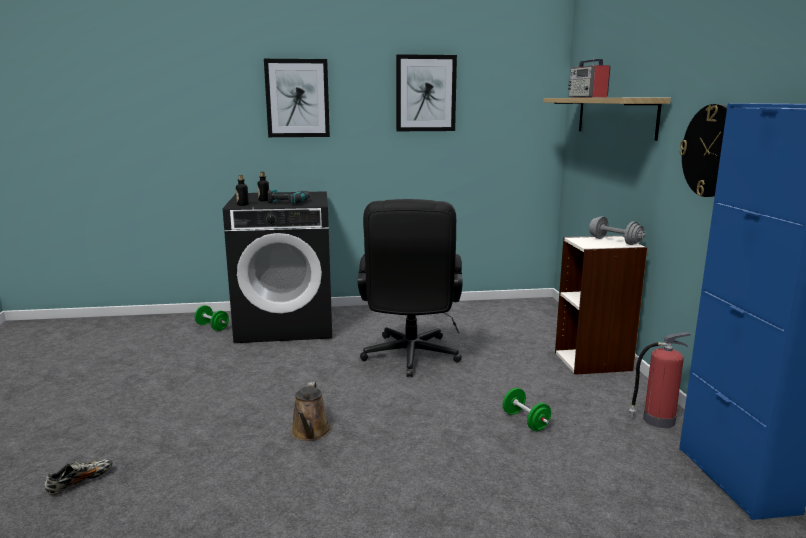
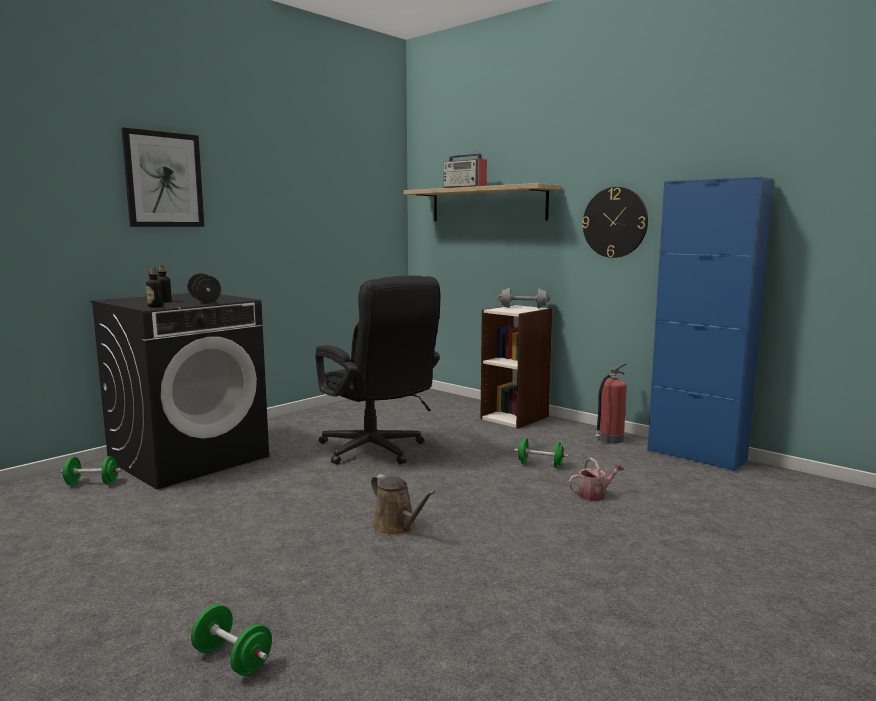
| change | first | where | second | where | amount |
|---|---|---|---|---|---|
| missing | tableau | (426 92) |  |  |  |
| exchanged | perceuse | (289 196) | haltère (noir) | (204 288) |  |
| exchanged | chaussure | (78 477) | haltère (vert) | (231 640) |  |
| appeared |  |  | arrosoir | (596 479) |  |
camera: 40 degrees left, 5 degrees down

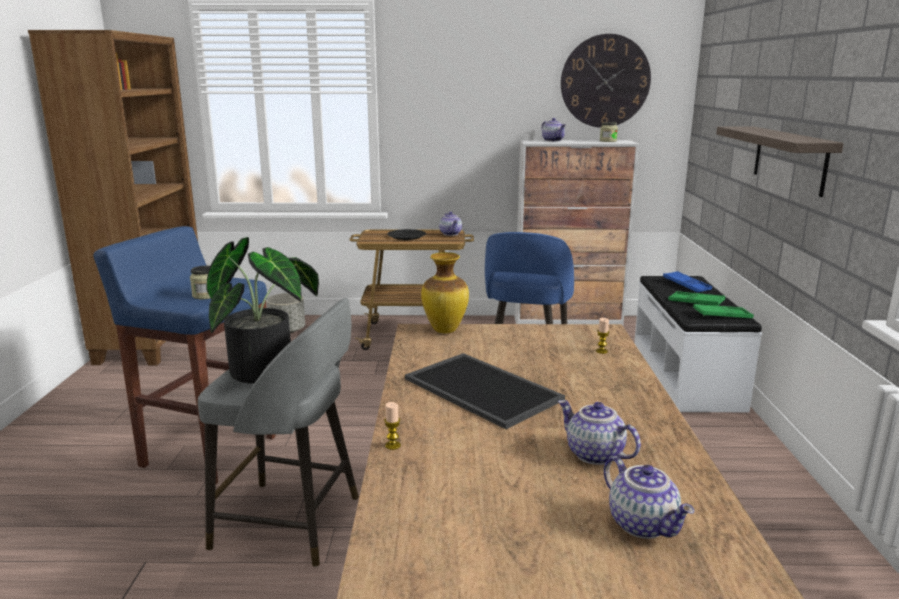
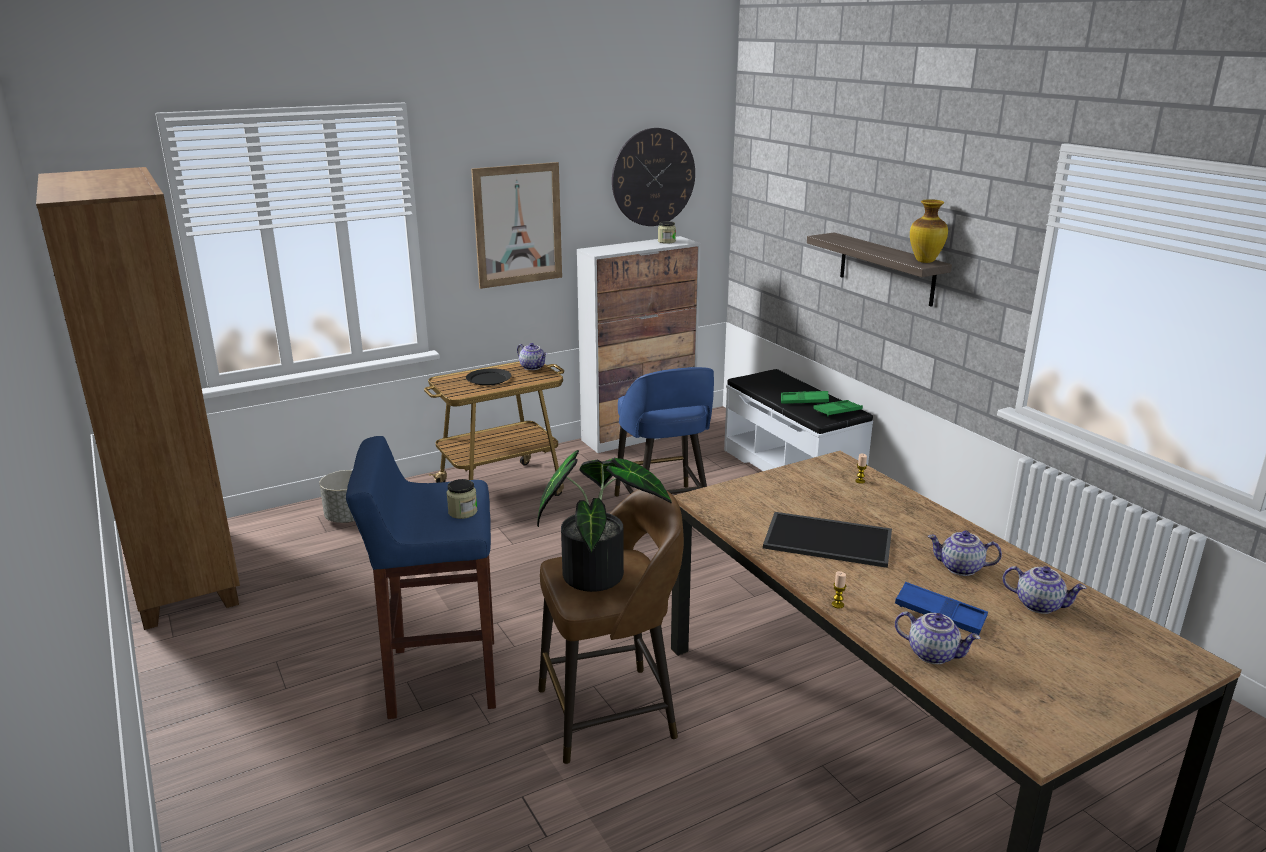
| change | first | where | second | where | amount |
|---|---|---|---|---|---|
| relocated | théière | (553 130) |  | (937 638) |  |
| relocated | vase | (445 292) |  | (929 231) |  |
| relocated | plateau (bleu) | (687 281) |  | (941 608) |  |
| colour | tabouret (gris) | (278 432) | tabouret (marron) | (611 626) |  |
| appeared |  |  | tableau | (516 225) |  |
camera: 30 degrees left, 5 degrees up

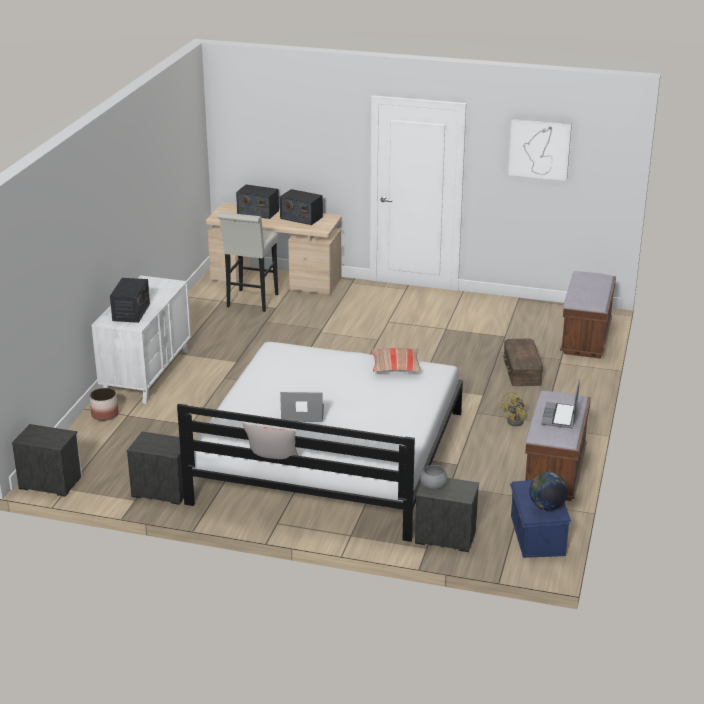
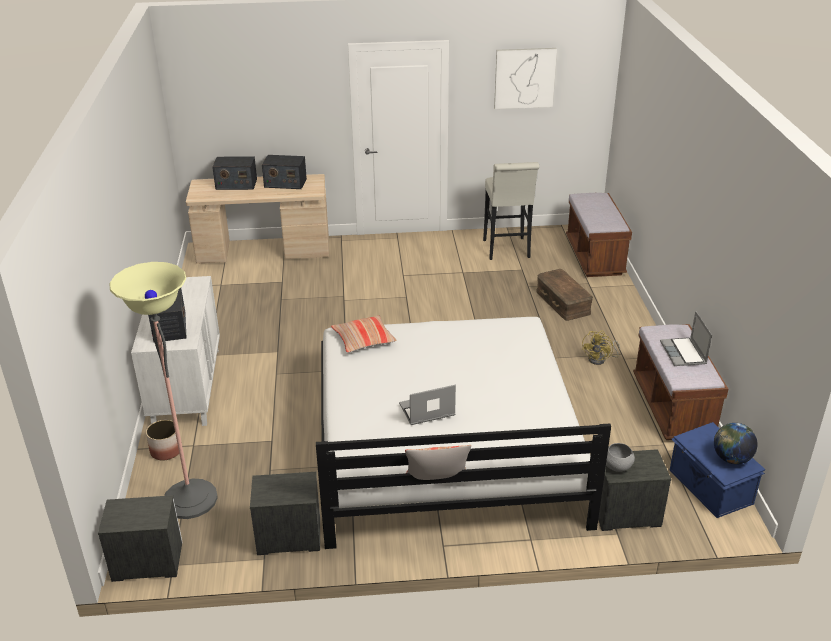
| change | first | where | second | where | amount |
|---|---|---|---|---|---|
| relocated | tabouret (blanc) | (248 262) |  | (511 211) |  |
| relocated | coussin | (396 360) |  | (364 334) |  |
| appeared |  |  | lampadaire | (163 390) |  |
camera: 20 degrees left, 5 degrees up

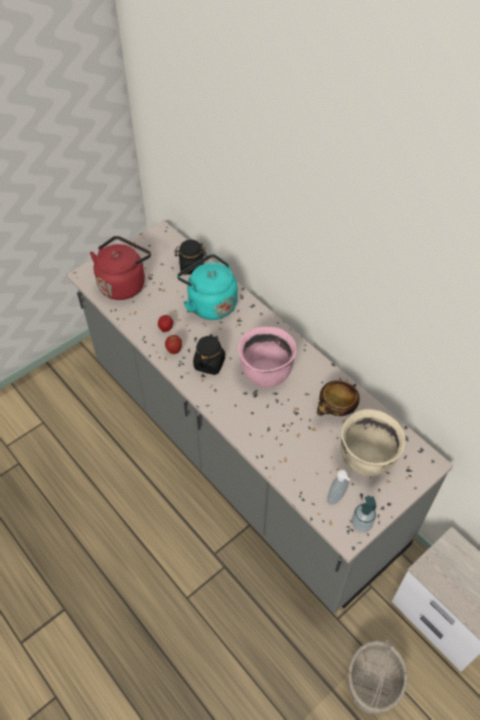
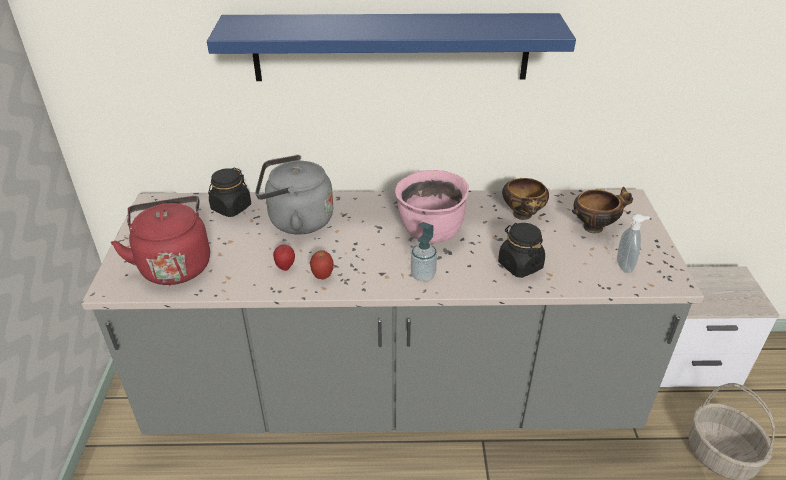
| change | first | where | second | where | amount |
|---|---|---|---|---|---|
| colour | bouilloire (turquoise) | (207 287) | bouilloire (gris) | (294 195) |  |
| relocated | bocal (noir) | (209 354) |  | (521 250) |  |
| exchanged | marmite (beige) | (373 443) | bol | (602 210) |  |
| relocated | distributeur de savon | (364 514) |  | (424 251) |  |
| appeared |  |  | étagère (bleu) | (391 47) |  |
camera: 50 degrees left, 15 degrees down

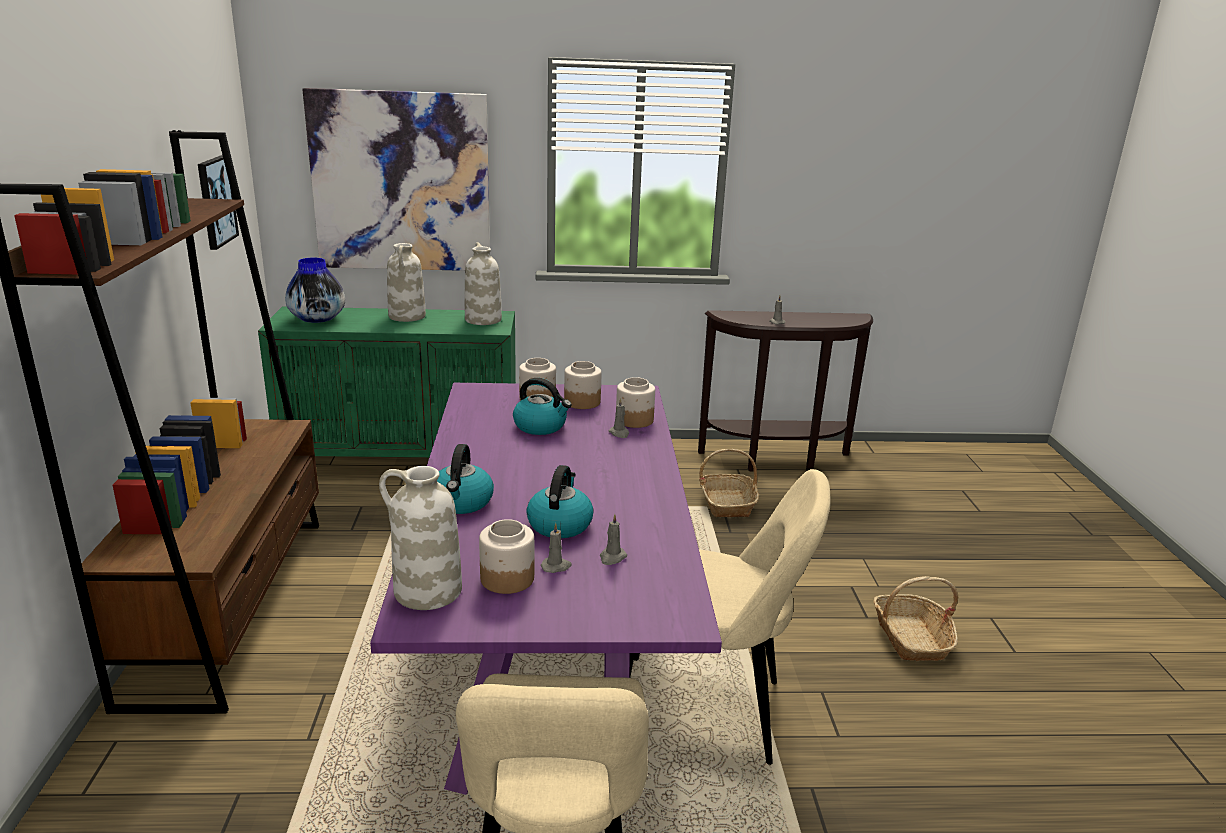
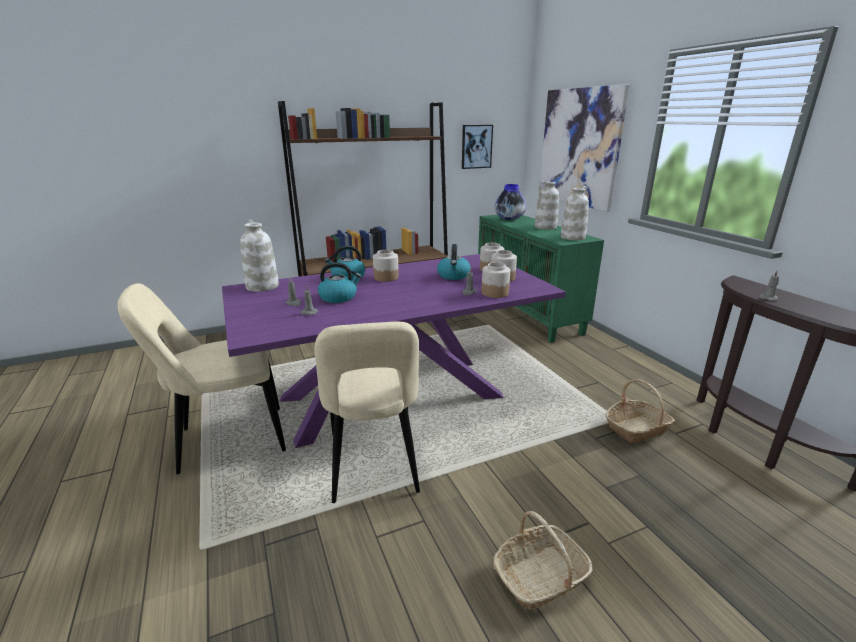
| change | first | where | second | where | amount |
|---|---|---|---|---|---|
| relocated | bocal | (506 556) |  | (386 266) |  |
camera: 70 degrees right, 0 degrees up

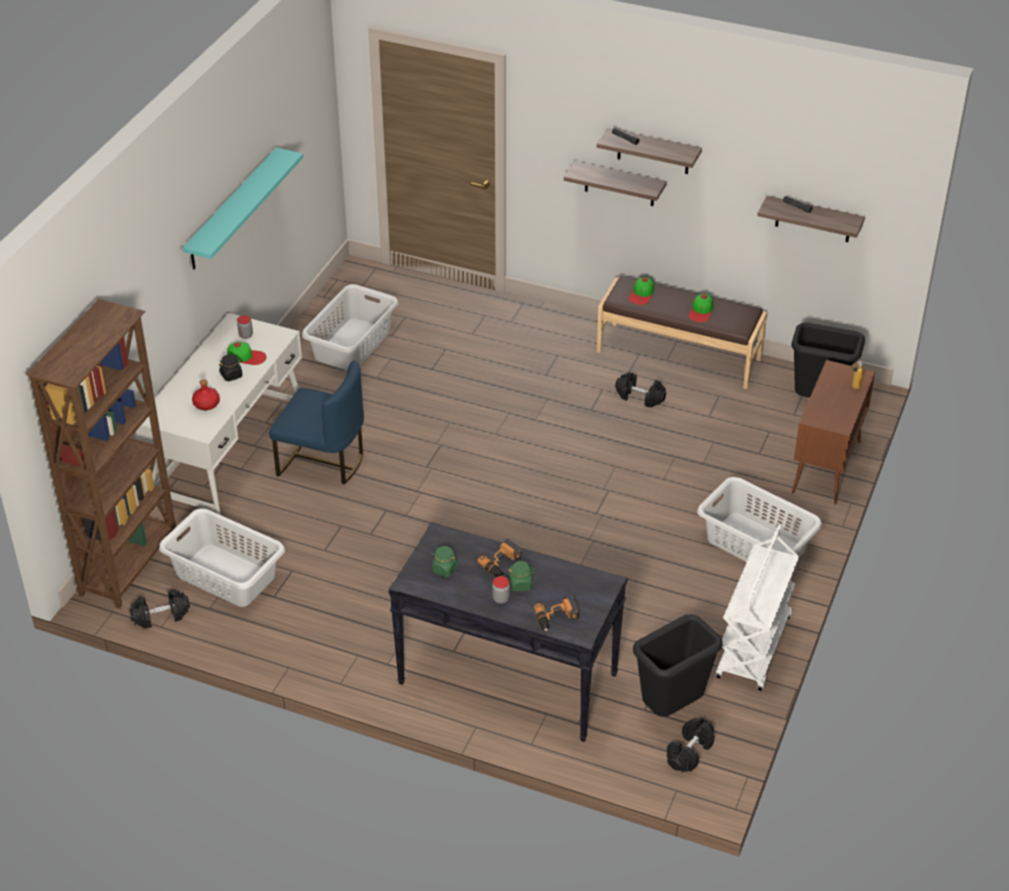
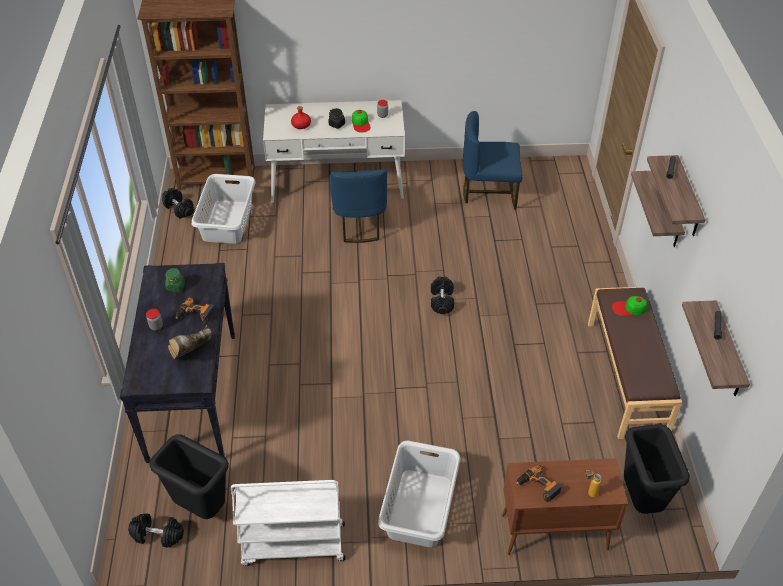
| change | first | where | second | where | amount |
|---|---|---|---|---|---|
| missing | étagère (turquoise) | (243 208) |  |  |  |
| exchanged | panier à linge (gris) | (350 327) | chaise (bleu) | (493 160) |  |
| missing | casquette | (701 308) |  |  |  |
| relocated | haltère (noir) | (640 389) |  | (442 295) |  |
| missing | bocal (vert) | (521 576) |  |  |  |
| relocated | perceuse | (556 613) |  | (539 483) |  |
| appeared |  |  | botte (marron) | (190 342) |  |
camera: 65 degrees right, 5 degrees up

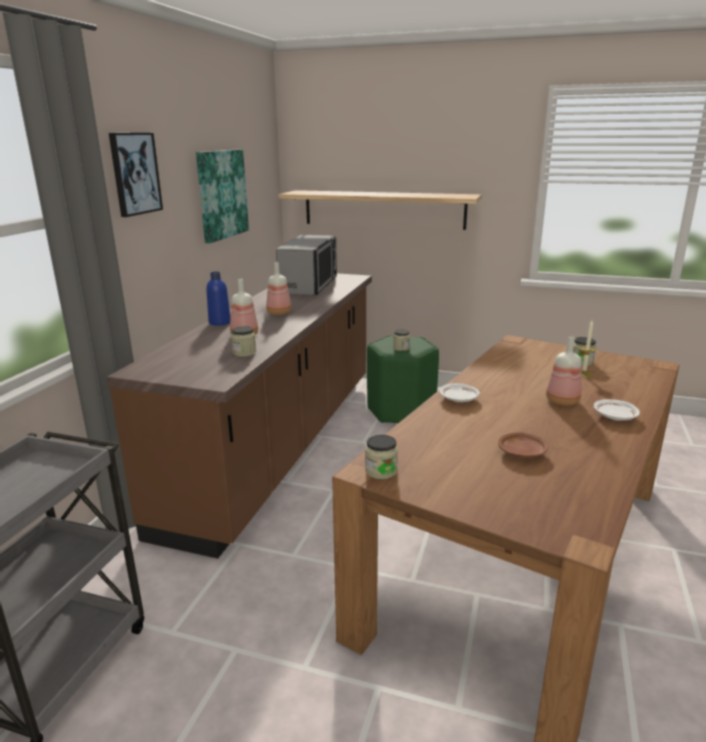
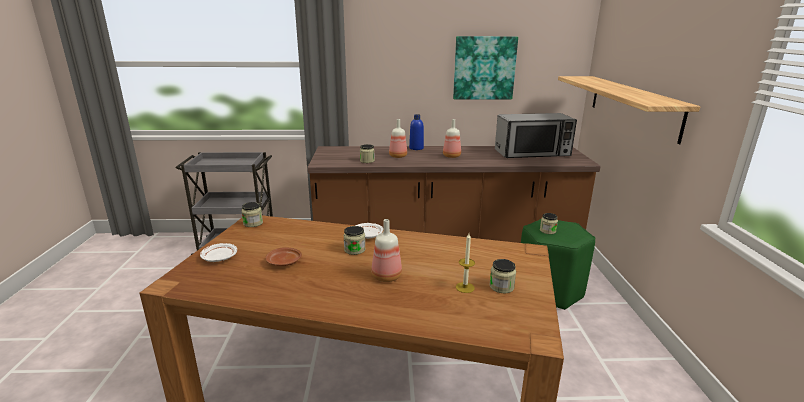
| change | first | where | second | where | amount |
|---|---|---|---|---|---|
| missing | tableau | (136 175) |  |  |  |
| relocated | assiette (blanc) | (617 410) |  | (218 252) |  |
| appeared |  |  | bocal | (354 240) |  |
camera: 70 degrees right, 0 degrees up

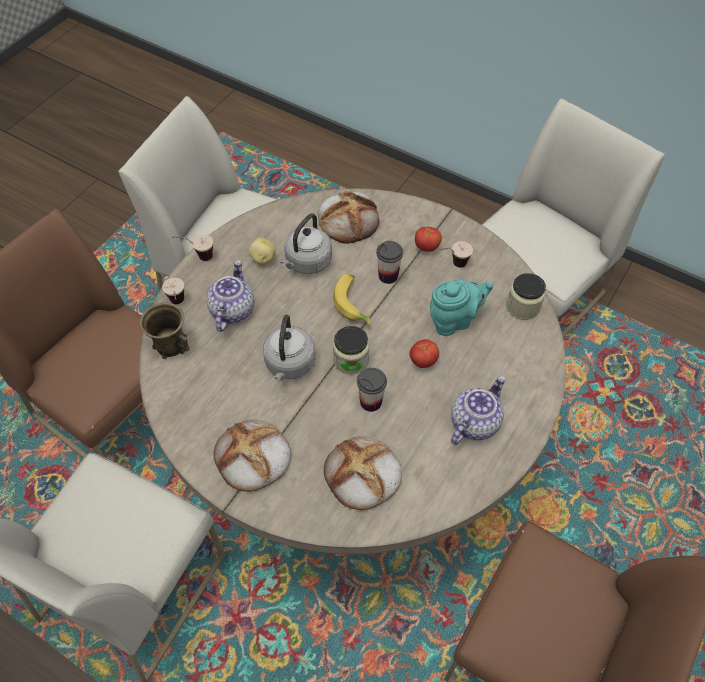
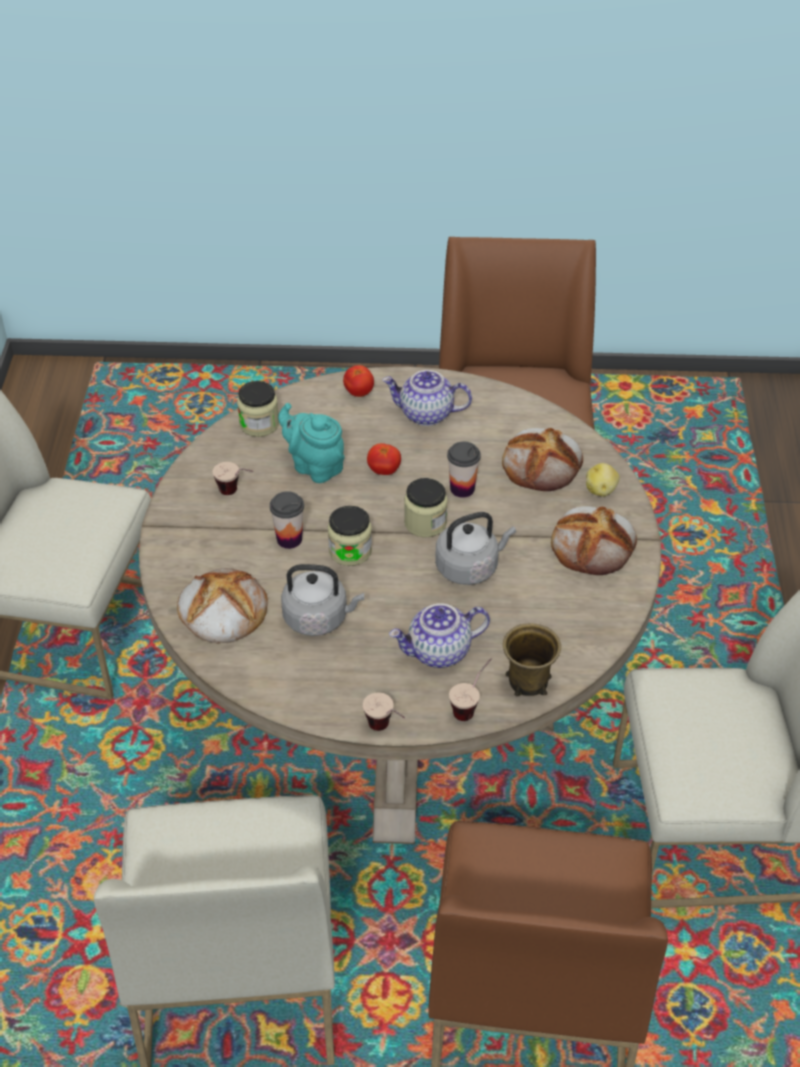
| change | first | where | second | where | amount |
|---|---|---|---|---|---|
| relocated | tomate | (428 239) |  | (358 381) |  |
| relocated | pomme de terre | (262 251) |  | (603 480) |  |
| exchanged | banane | (351 300) | bocal | (350 536) |  |
camera: 120 degrees left, 10 degrees down

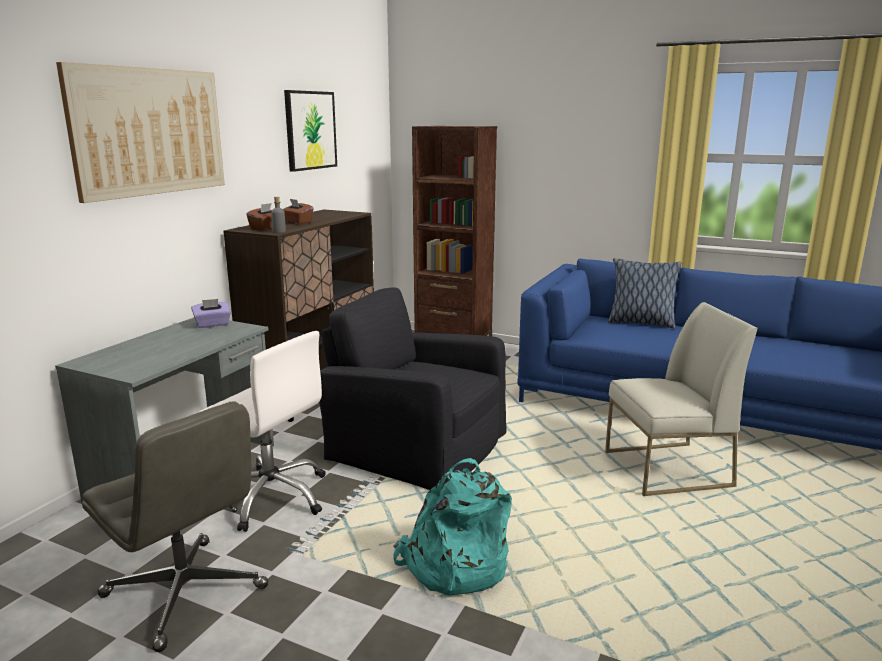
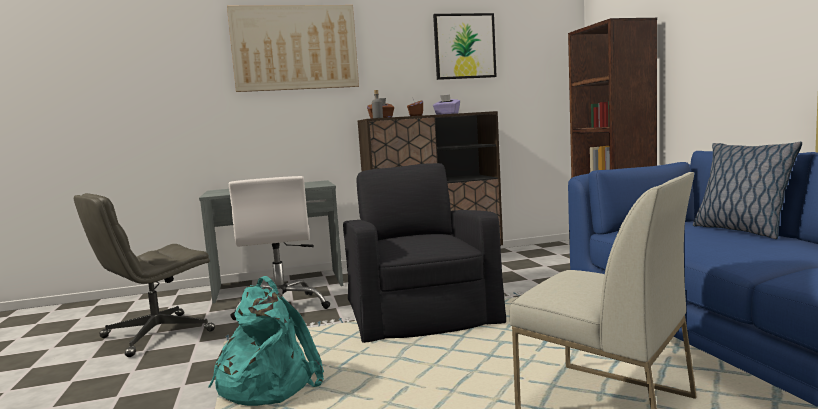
| change | first | where | second | where | amount |
|---|---|---|---|---|---|
| relocated | boîte à mouchoirs (violet) | (211 313) |  | (446 104) |  |
| spun | chaise de bureau (gris) | (175 526) |  | (144 275) | 45 degrees clockwise |
camera: 50 degrees right, 10 degrees down

